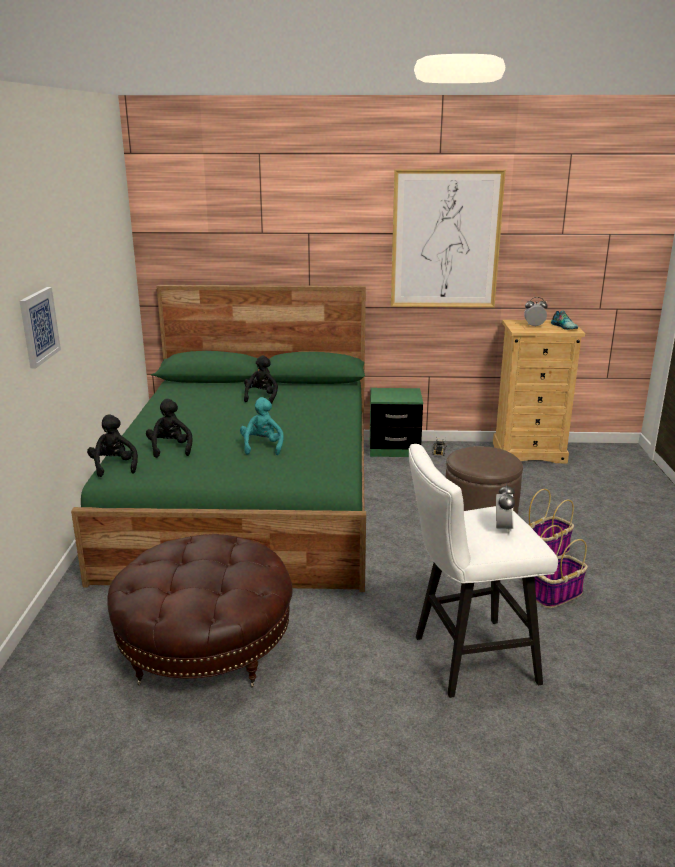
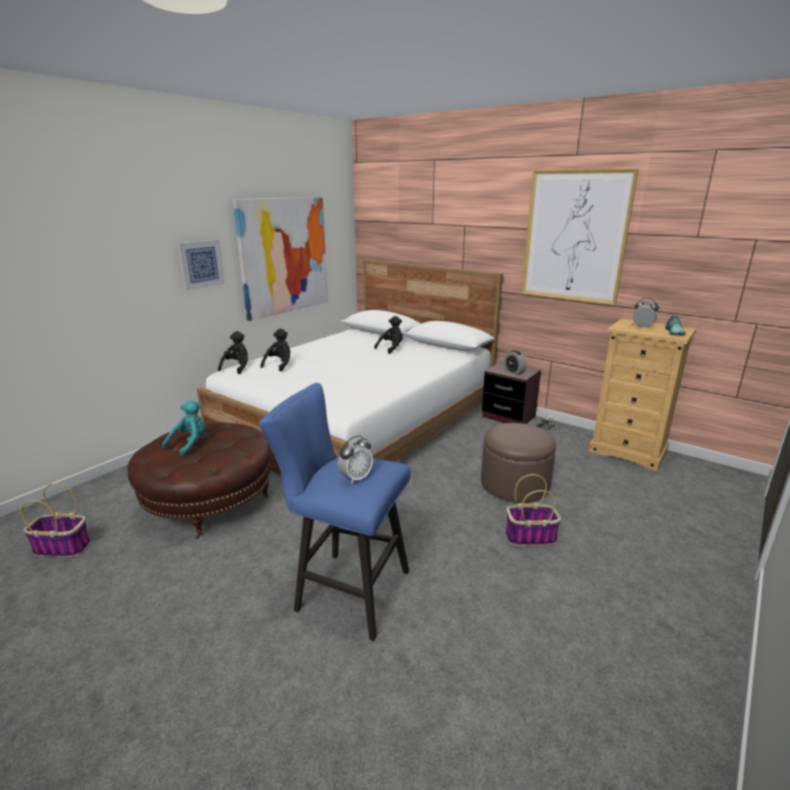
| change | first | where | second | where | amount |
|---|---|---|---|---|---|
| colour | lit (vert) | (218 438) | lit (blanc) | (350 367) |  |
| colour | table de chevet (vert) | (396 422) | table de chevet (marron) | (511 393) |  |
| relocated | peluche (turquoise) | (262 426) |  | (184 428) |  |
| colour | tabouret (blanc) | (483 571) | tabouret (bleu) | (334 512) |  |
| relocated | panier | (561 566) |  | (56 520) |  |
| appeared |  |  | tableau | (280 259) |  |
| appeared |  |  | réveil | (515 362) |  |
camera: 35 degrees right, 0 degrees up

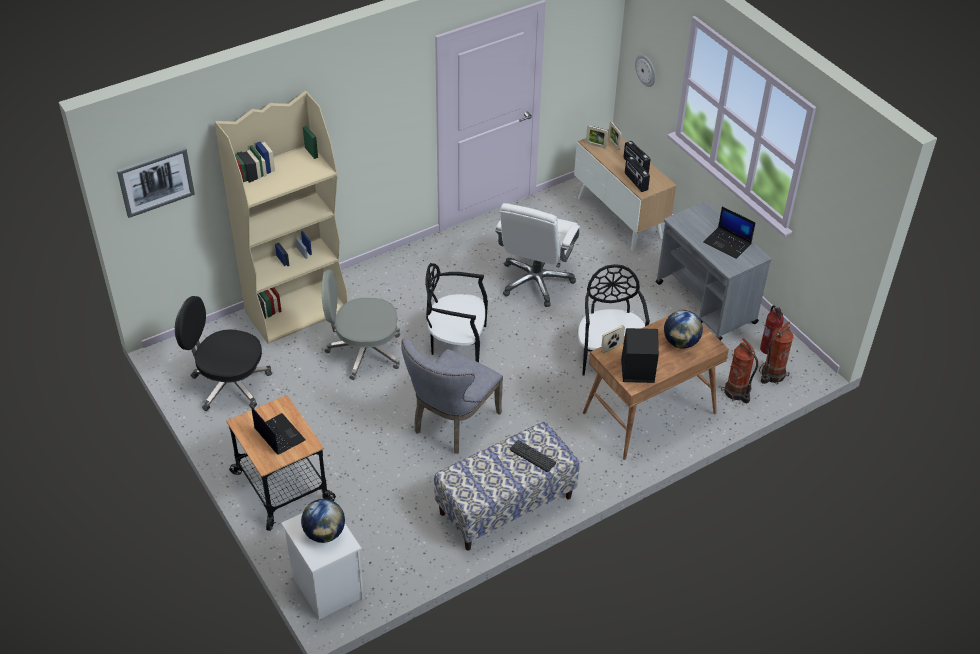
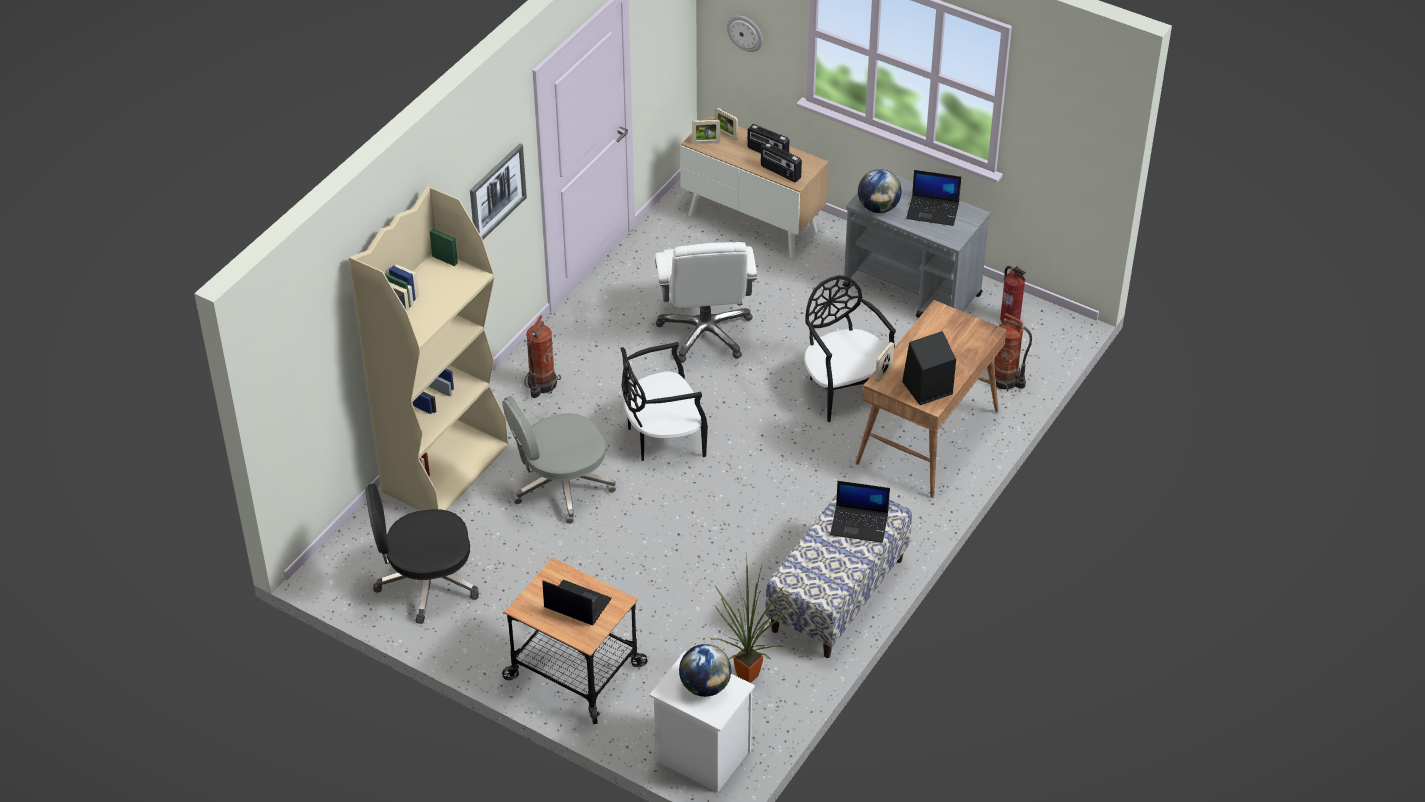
| change | first | where | second | where | amount |
|---|---|---|---|---|---|
| relocated | tableau | (156 182) |  | (498 191) |  |
| relocated | globe | (683 329) |  | (880 191) |  |
| relocated | extincteur | (776 353) |  | (542 356) |  |
| missing | chaise (gris) | (452 396) |  |  |  |
| exchanged | clavier | (533 456) | ordinateur portable | (860 512) |  |
| appeared |  |  | plante en pot | (751 619) |  |
camera: 25 degrees left, 0 degrees up

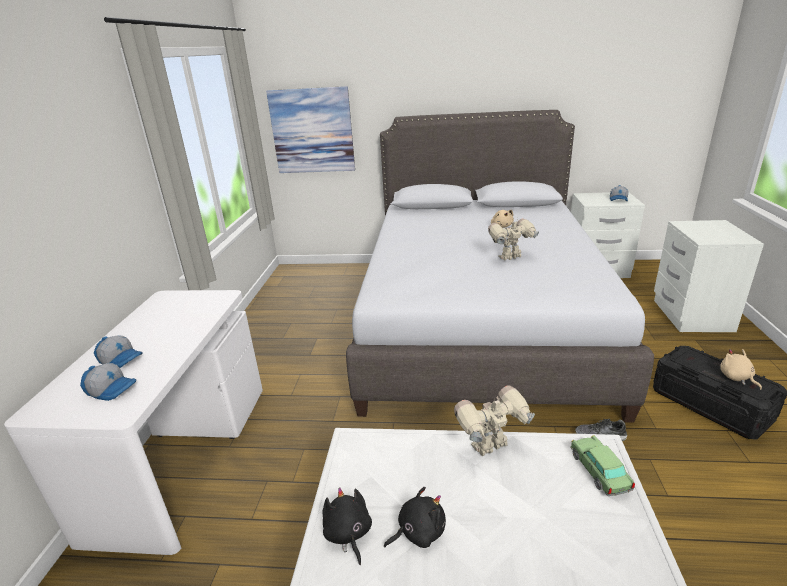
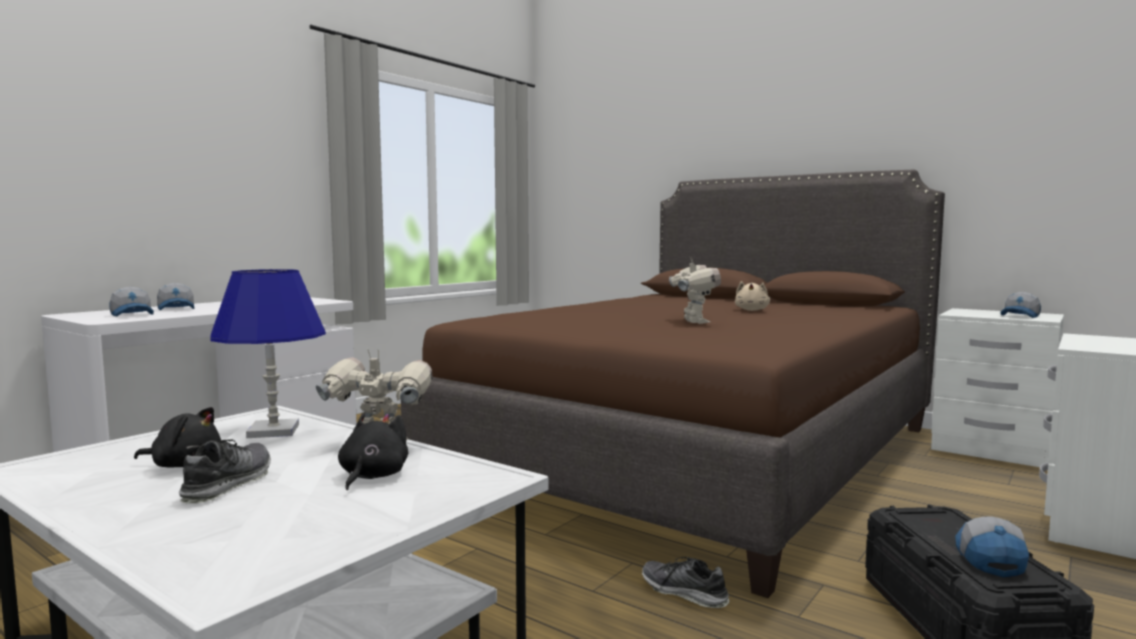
| change | first | where | second | where | amount |
|---|---|---|---|---|---|
| missing | tableau | (310 129) |  |  |  |
| colour | lit (gris) | (500 266) | lit (marron) | (673 384) |  |
| spun | robot jouet | (513 239) |  | (695 290) | 75 degrees clockwise |
| exchanged | peluche (beige) | (741 369) | casquette | (992 546) |  |
| missing | petite voiture | (602 466) |  |  |  |
| relocated | peluche (noir) | (347 526) |  | (373 452) |  |
| appeared |  |  | lampe de table (bleu) | (268 353) |  |
| appeared |  |  | chaussure | (225 471) |  |
camera: 30 degrees right, 20 degrees down

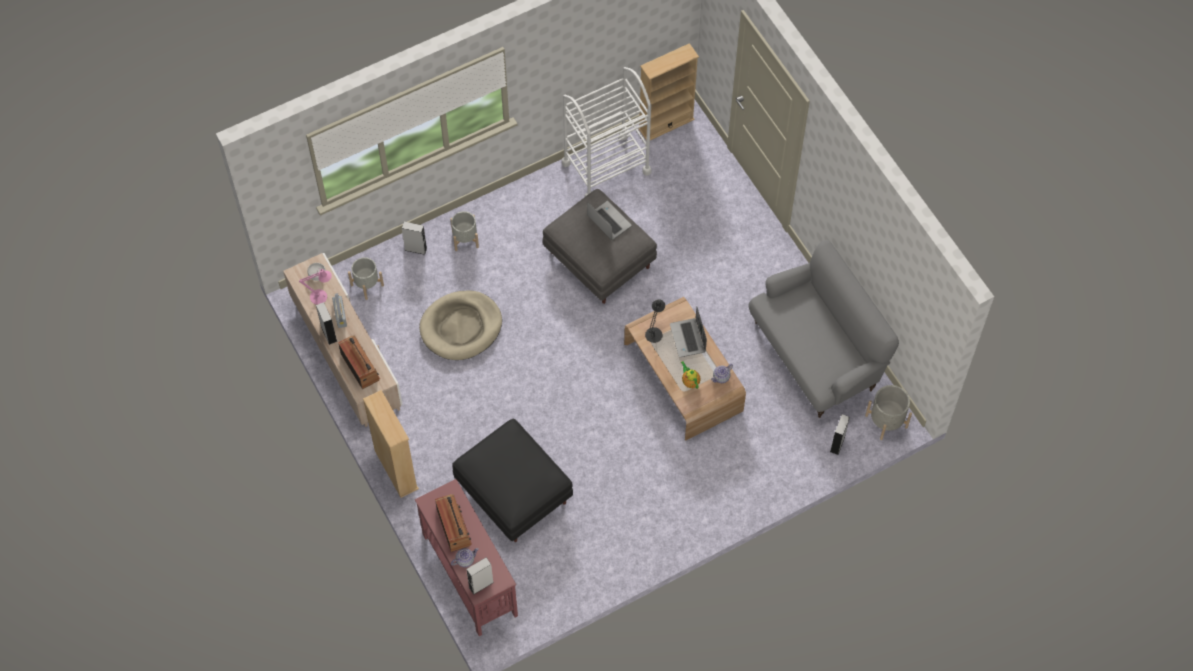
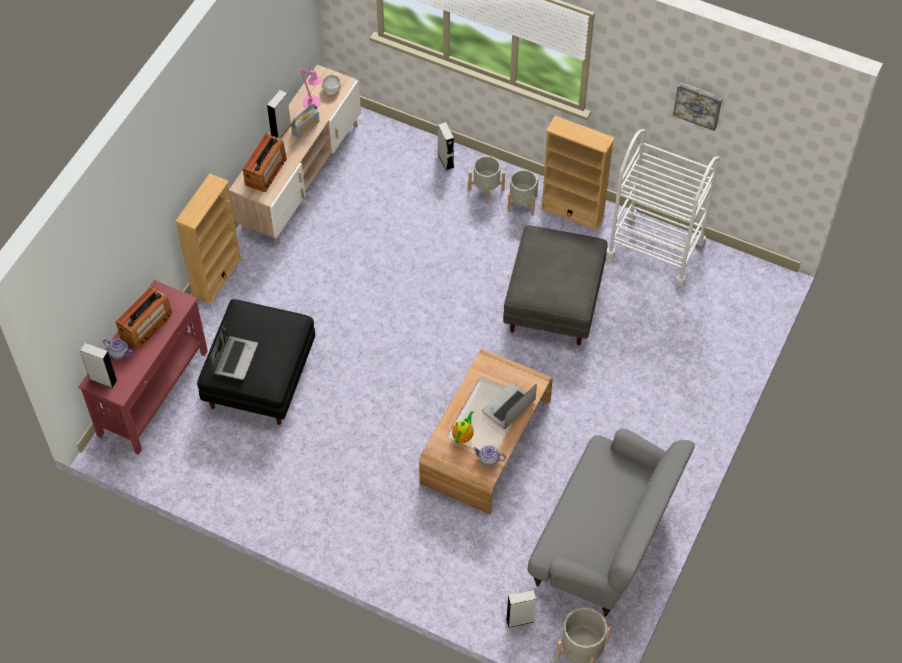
| change | first | where | second | where | amount |
|---|---|---|---|---|---|
| relocated | bibliothèque (beige) | (668 91) |  | (577 173) |  |
| relocated | ordinateur portable | (609 220) |  | (234 350) |  |
| relocated | cache-pot (gris) | (366 278) |  | (523 193) |  |
| missing | panier pour chien (beige) | (460 325) |  |  |  |
| missing | lampe de table (noir) | (655 321) |  |  |  |
| appeared |  |  | tableau | (698 106) |  |
camera: 55 degrees right, 5 degrees down

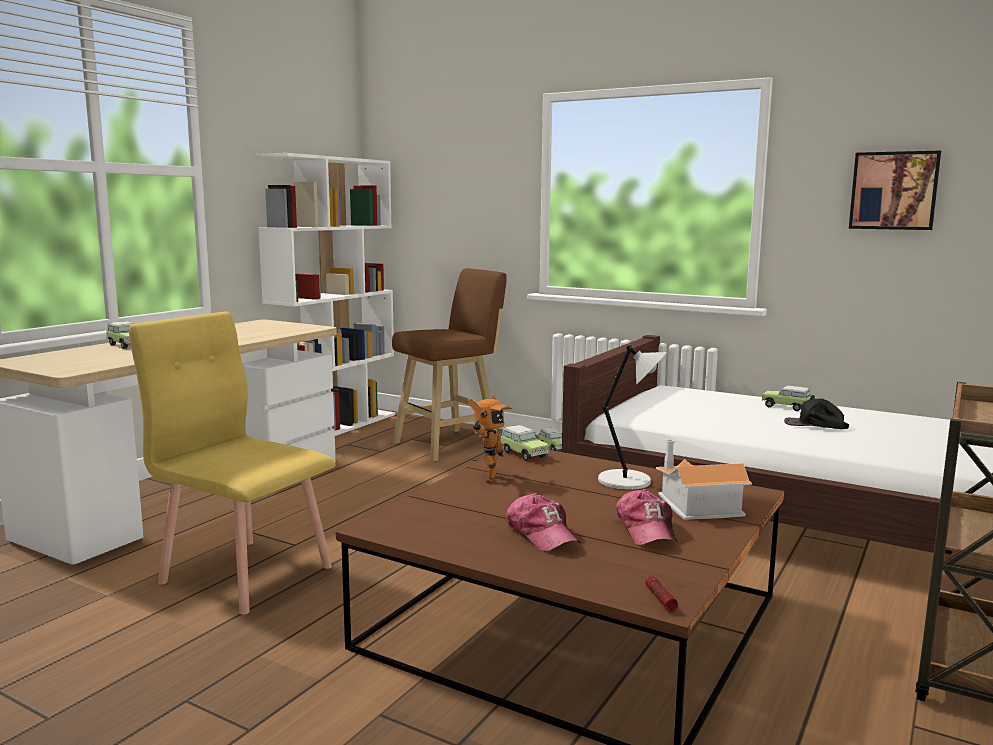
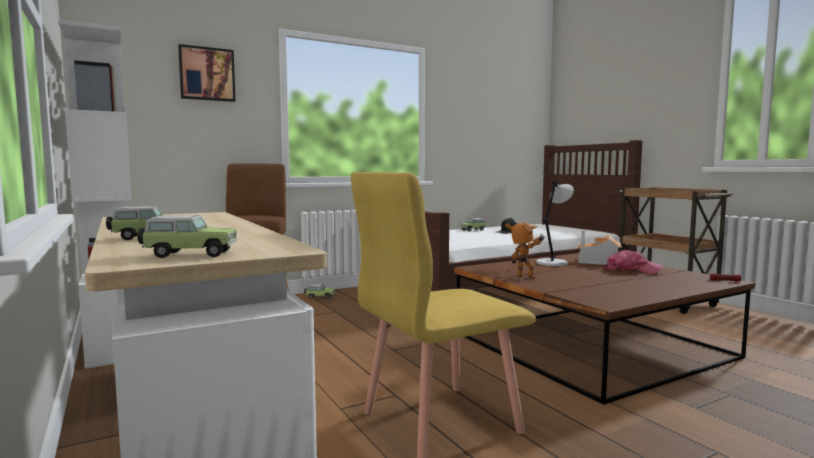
| change | first | where | second | where | amount |
|---|---|---|---|---|---|
| relocated | tableau | (895 190) |  | (206 73) |  |
| relocated | petite voiture | (524 443) |  | (187 236) |  |
| missing | casquette | (543 522) |  |  |  |
camera: 60 degrees left, 5 degrees down

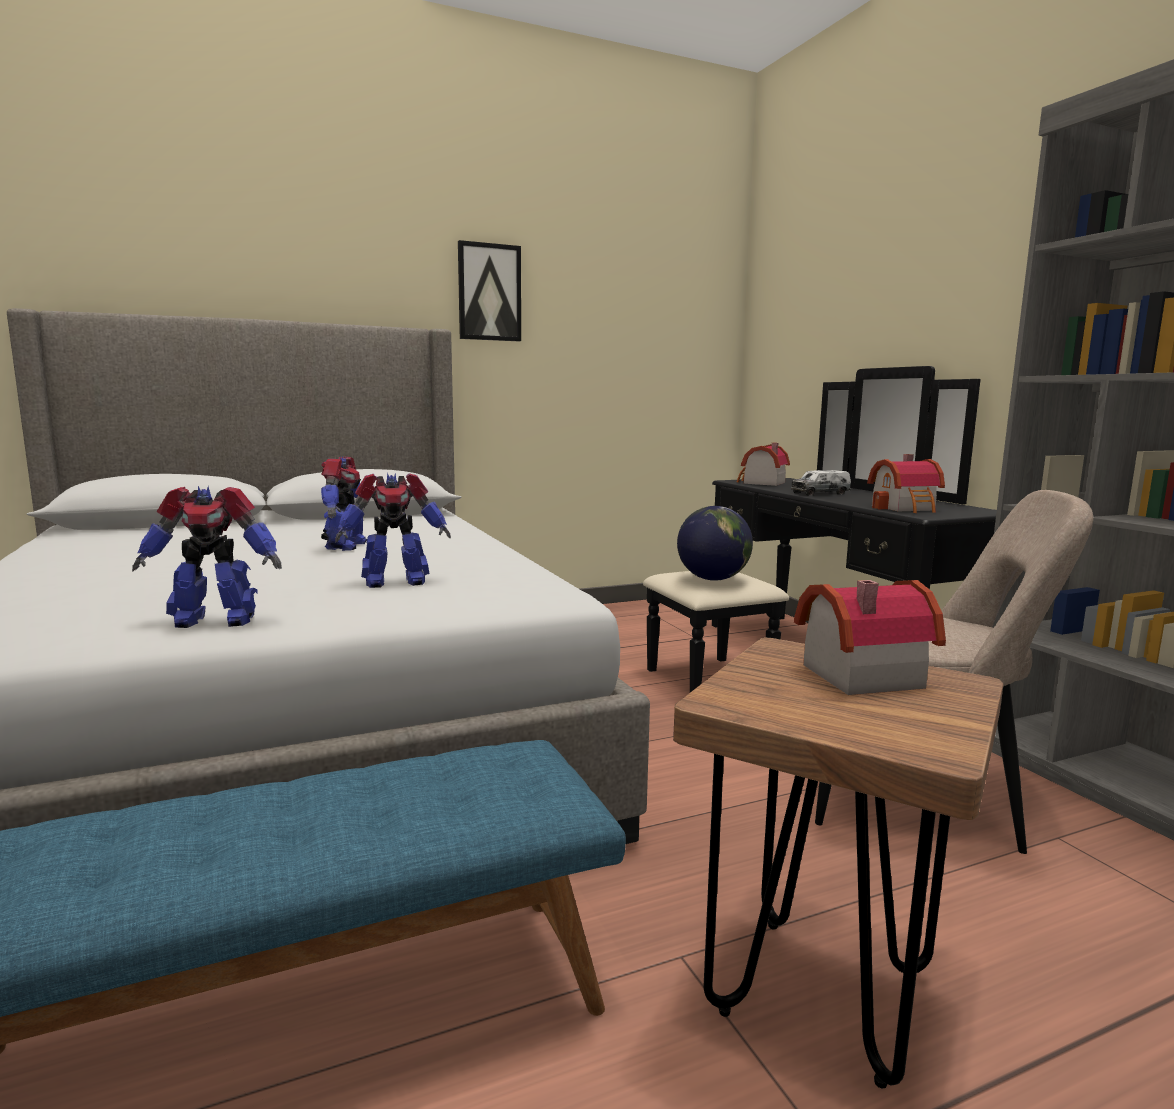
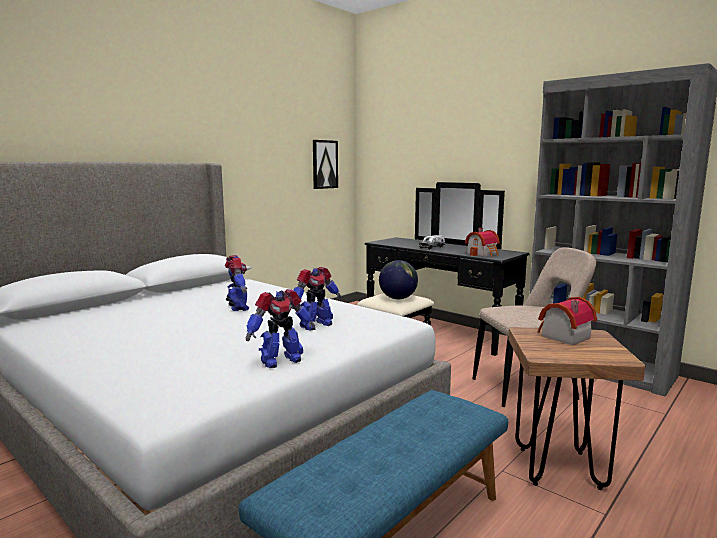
| change | first | where | second | where | amount |
|---|---|---|---|---|---|
| relocated | tableau | (489 291) |  | (325 164) |  |
| missing | maison miniature | (763 464) |  |  |  |
camera: 25 degrees left, 0 degrees up

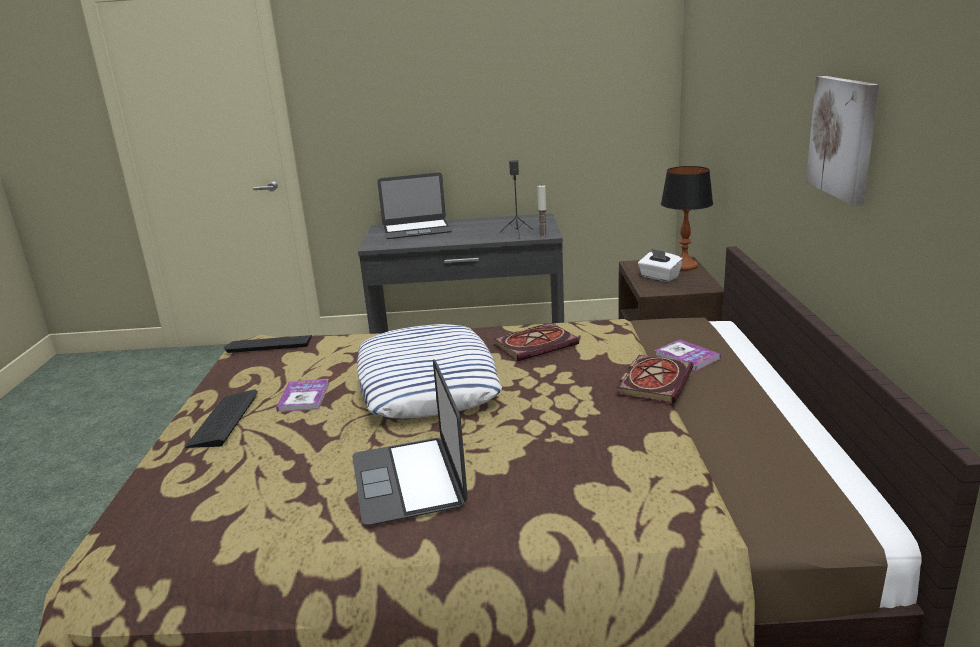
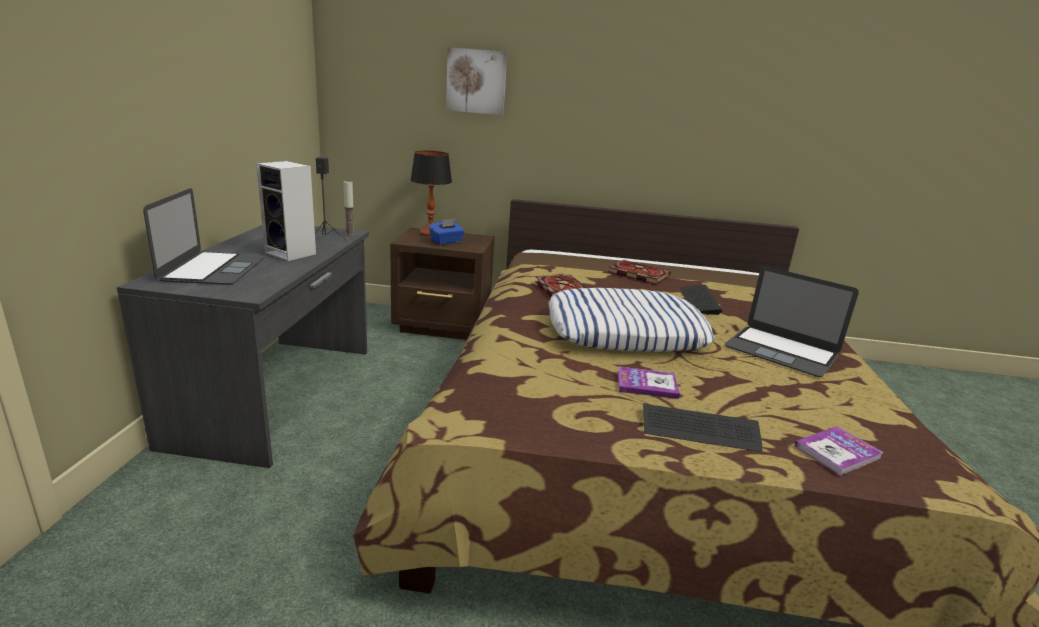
| change | first | where | second | where | amount |
|---|---|---|---|---|---|
| relocated | tableau | (842 141) |  | (476 81) |  |
| colour | boîte à mouchoirs (blanc) | (660 265) | boîte à mouchoirs (bleu) | (447 231) |  |
| relocated | clavier | (268 344) |  | (701 300) |  |
| relocated | livre | (688 355) |  | (839 451) |  |
| spun | ordinateur portable | (410 442) |  | (792 321) | 45 degrees clockwise |
| appeared |  |  | enceinte | (286 211) |  |
camera: 85 degrees left, 0 degrees up

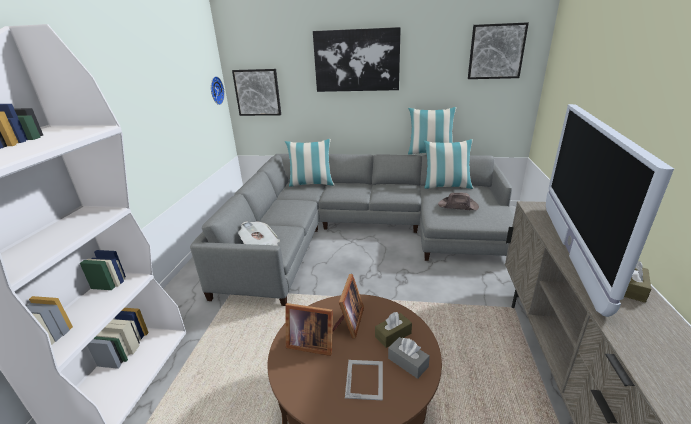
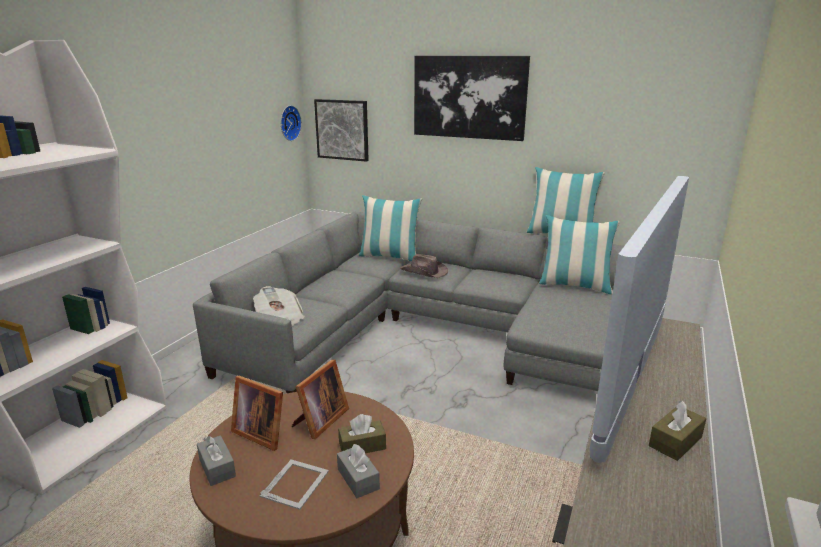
| change | first | where | second | where | amount |
|---|---|---|---|---|---|
| missing | tableau | (498 50) |  |  |  |
| relocated | chapeau (marron) | (458 202) |  | (424 266) |  |
| appeared |  |  | boîte à mouchoirs (gris) | (216 460) |  |
camera: 15 degrees right, 5 degrees down

